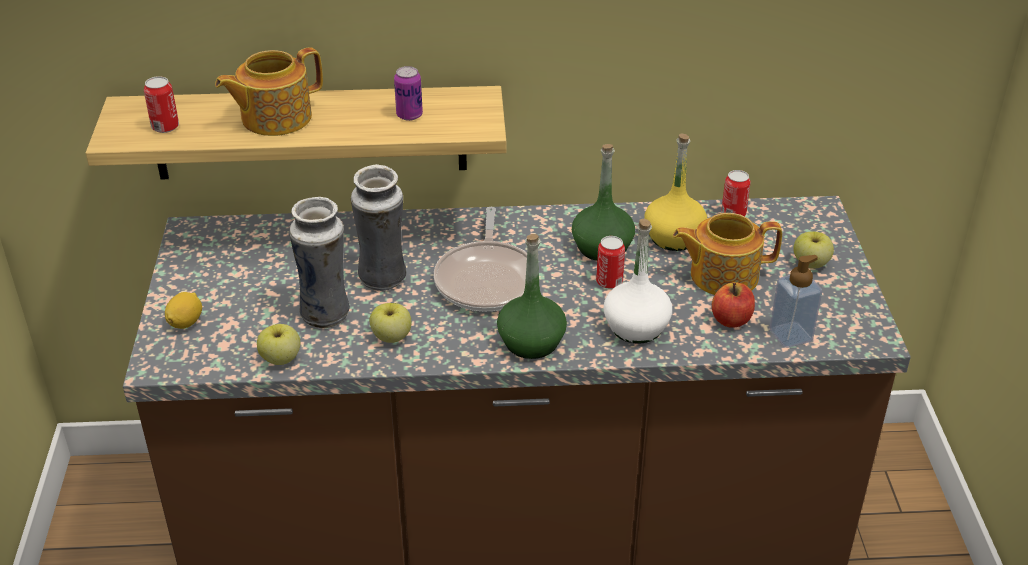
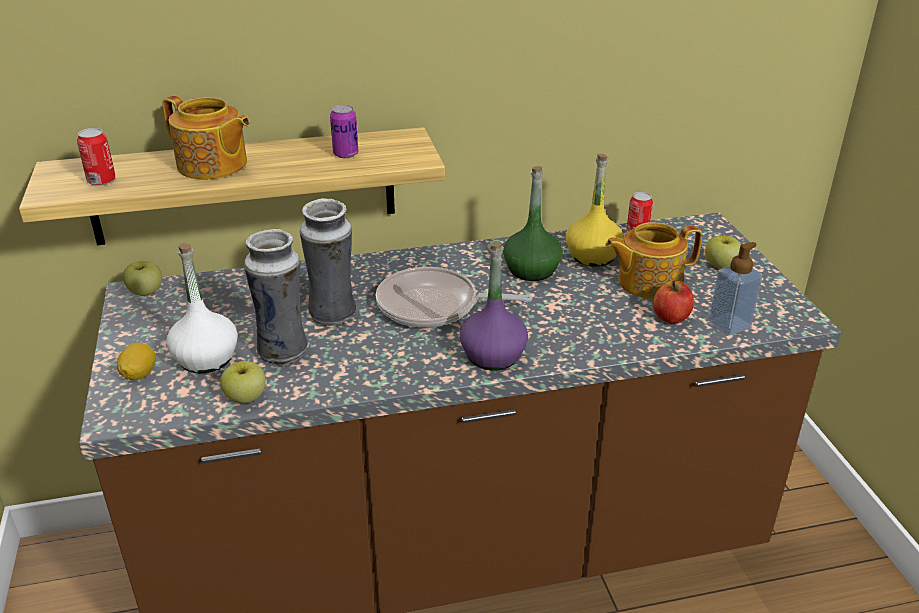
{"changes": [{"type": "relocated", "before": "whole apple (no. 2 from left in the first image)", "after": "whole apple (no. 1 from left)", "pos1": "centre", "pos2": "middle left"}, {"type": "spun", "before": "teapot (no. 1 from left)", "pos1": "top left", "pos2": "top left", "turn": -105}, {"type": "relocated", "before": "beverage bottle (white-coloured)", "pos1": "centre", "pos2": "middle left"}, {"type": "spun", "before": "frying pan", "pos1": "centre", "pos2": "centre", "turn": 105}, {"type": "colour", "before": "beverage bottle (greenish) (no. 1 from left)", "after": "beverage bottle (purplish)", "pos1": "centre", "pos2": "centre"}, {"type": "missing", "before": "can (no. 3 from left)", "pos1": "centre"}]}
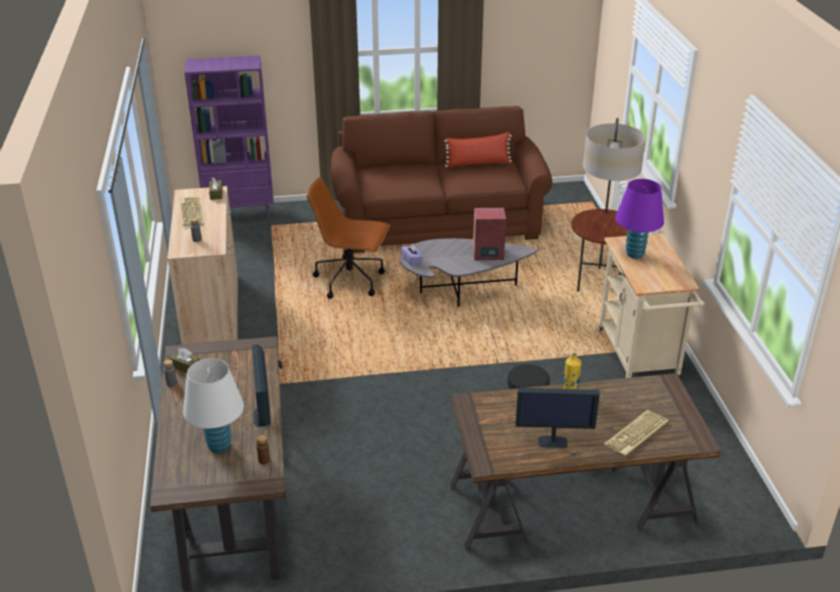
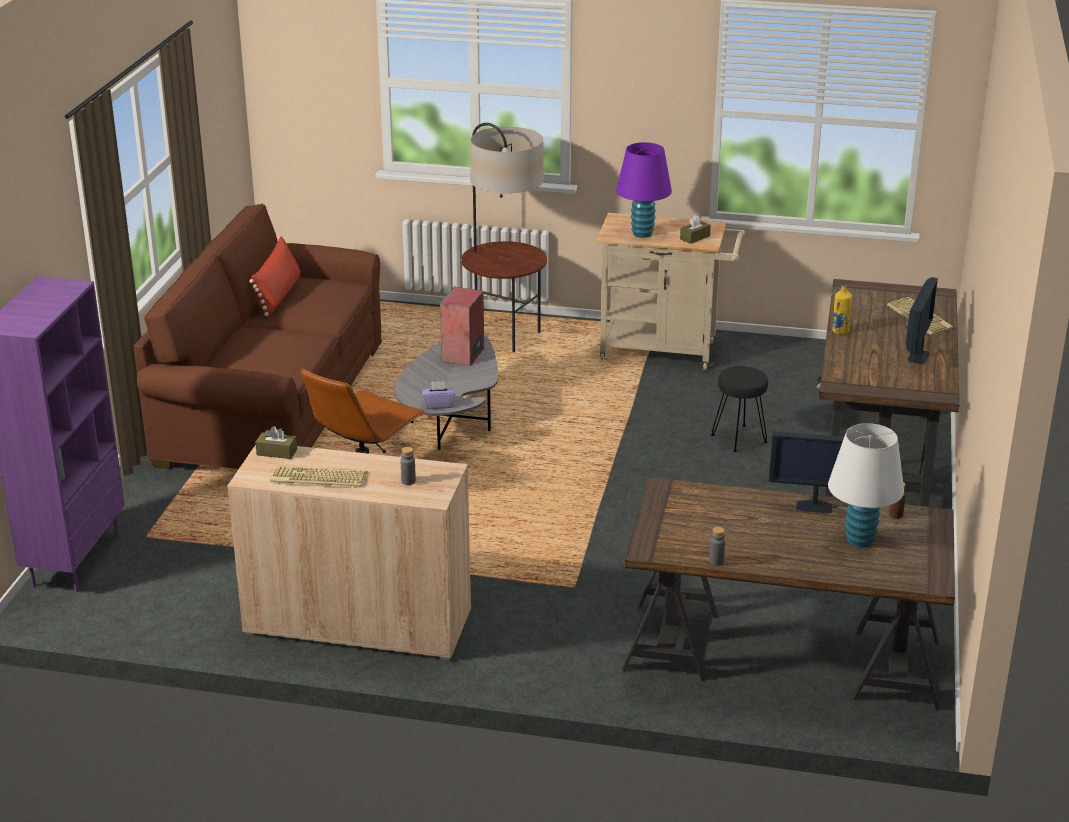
{"changes": [{"type": "relocated", "before": "tissue box (brown-coloured) (no. 1 from left in the first image)", "after": "tissue box (brown-coloured) (no. 2 from left)", "pos1": "middle left", "pos2": "top centre"}]}
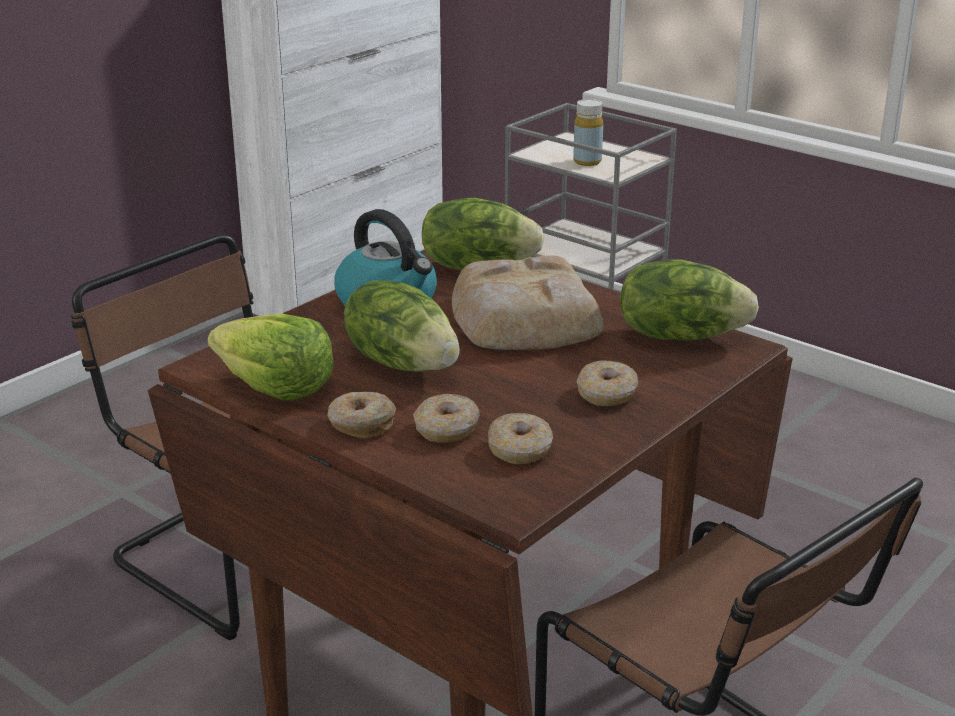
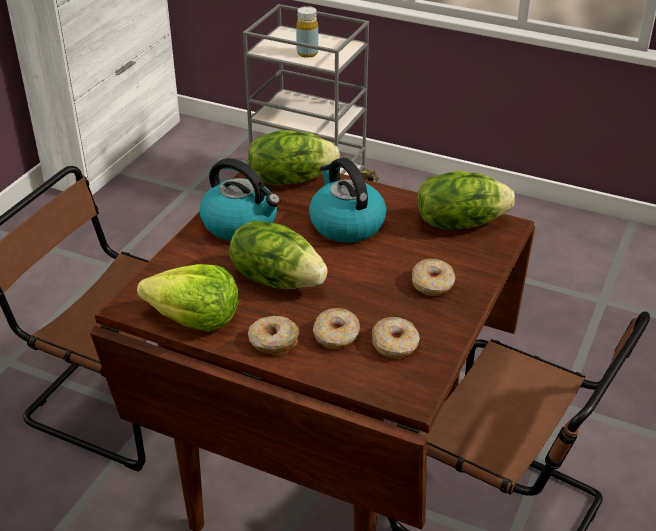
{"changes": [{"type": "exchanged", "before": "bread", "after": "kettle (no. 2 from left)", "pos1": "centre", "pos2": "centre"}]}
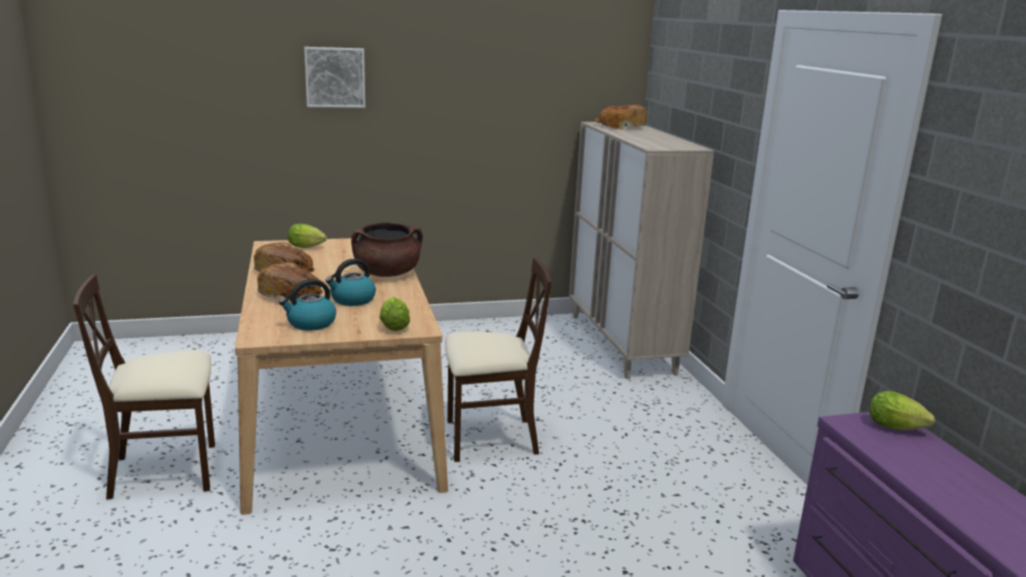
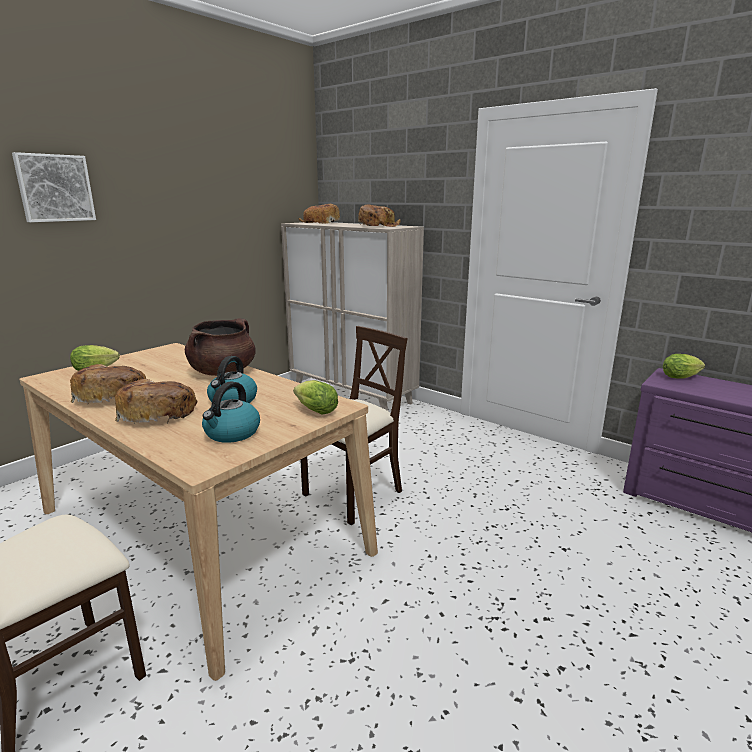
{"changes": [{"type": "appeared", "after": "bread (no. 4 from left)", "pos2": "top centre"}]}
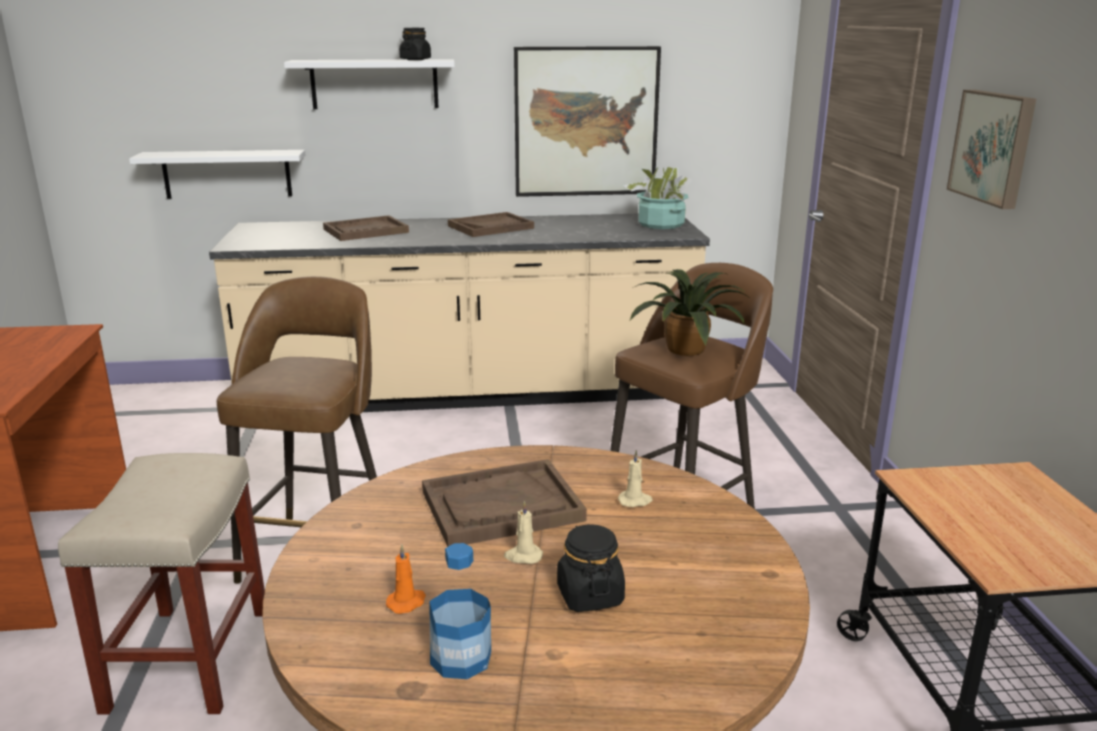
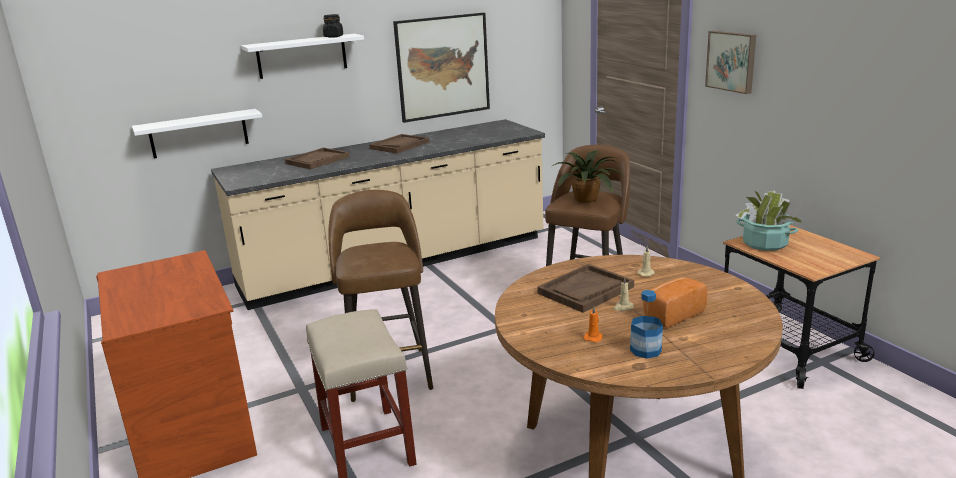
{"changes": [{"type": "exchanged", "before": "jar (blackish) (no. 2 from left)", "after": "bread", "pos1": "bottom centre", "pos2": "middle right"}, {"type": "relocated", "before": "plant in a pot (no. 1 from left in the first image)", "after": "plant in a pot (no. 2 from left)", "pos1": "top centre", "pos2": "middle right"}]}
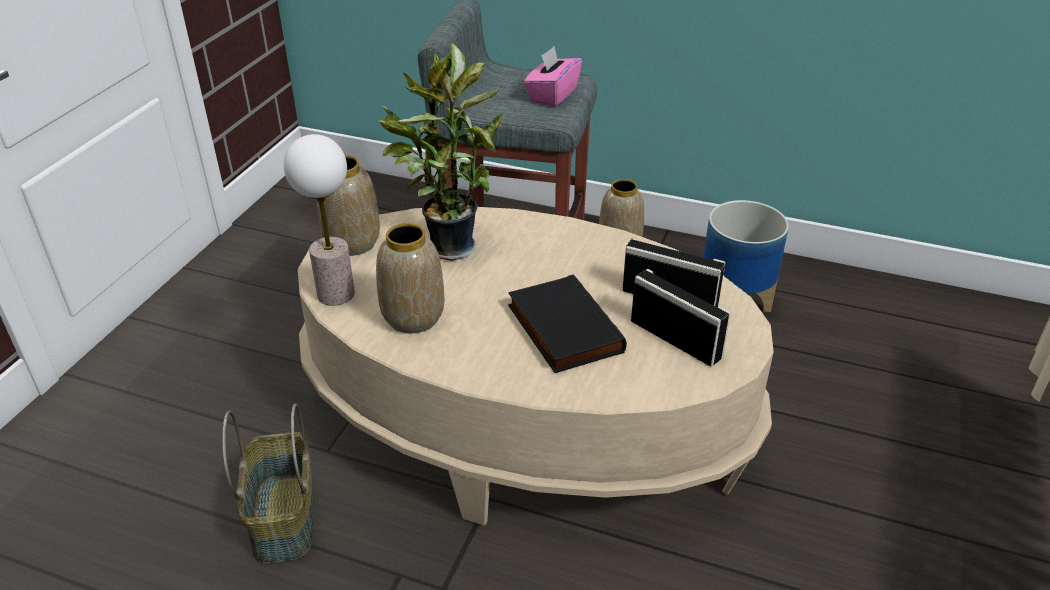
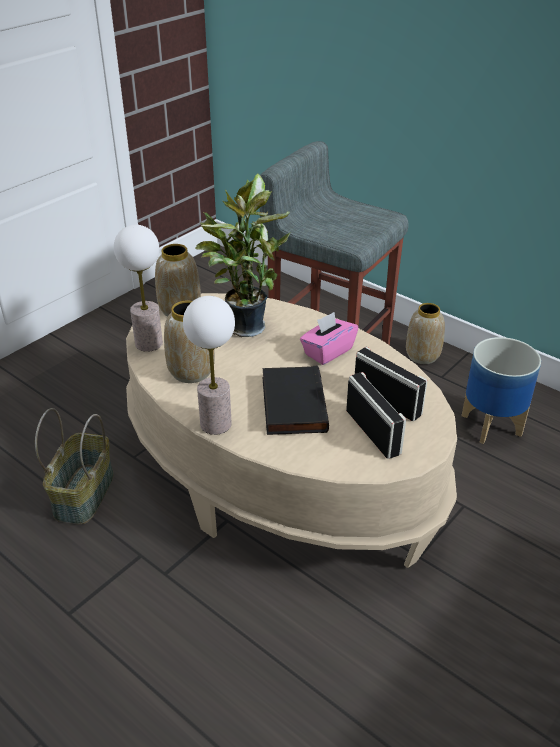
{"changes": [{"type": "appeared", "after": "table lamp (no. 2 from left)", "pos2": "centre"}, {"type": "relocated", "before": "tissue box (pink-coloured)", "pos1": "top centre", "pos2": "centre"}]}
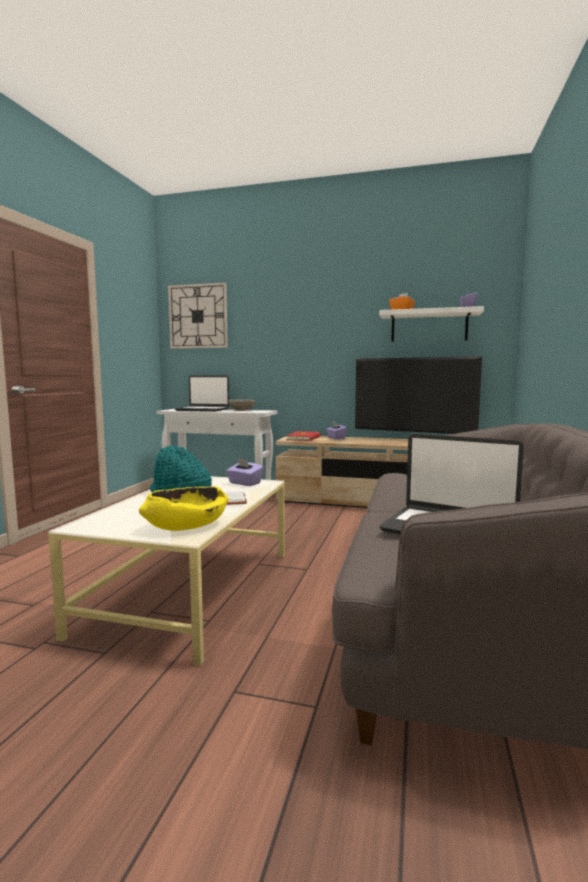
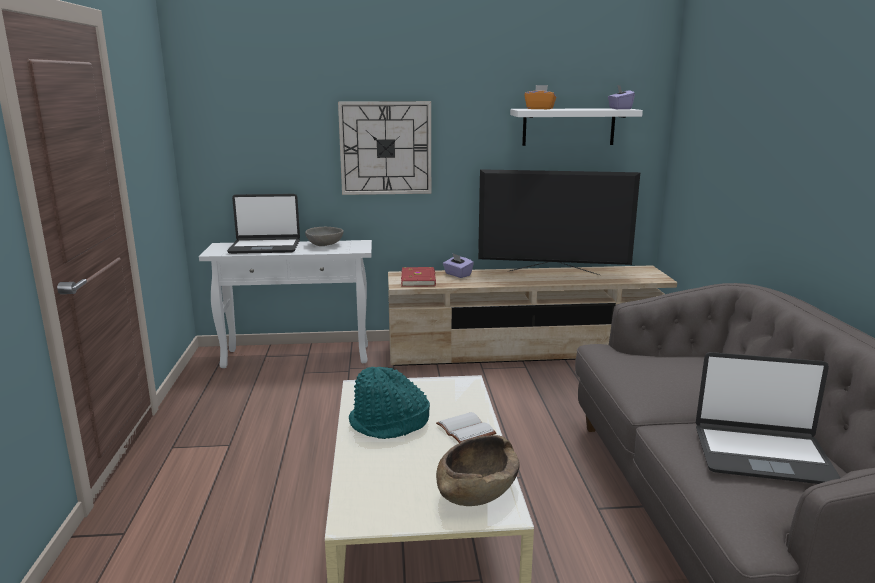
{"changes": [{"type": "relocated", "before": "clock on the wall", "pos1": "centre", "pos2": "top centre"}, {"type": "colour", "before": "bowl (yellow-coloured)", "after": "bowl (brown-coloured)", "pos1": "middle left", "pos2": "bottom centre"}, {"type": "missing", "before": "tissue box (purplish) (no. 1 from left)", "pos1": "centre"}]}
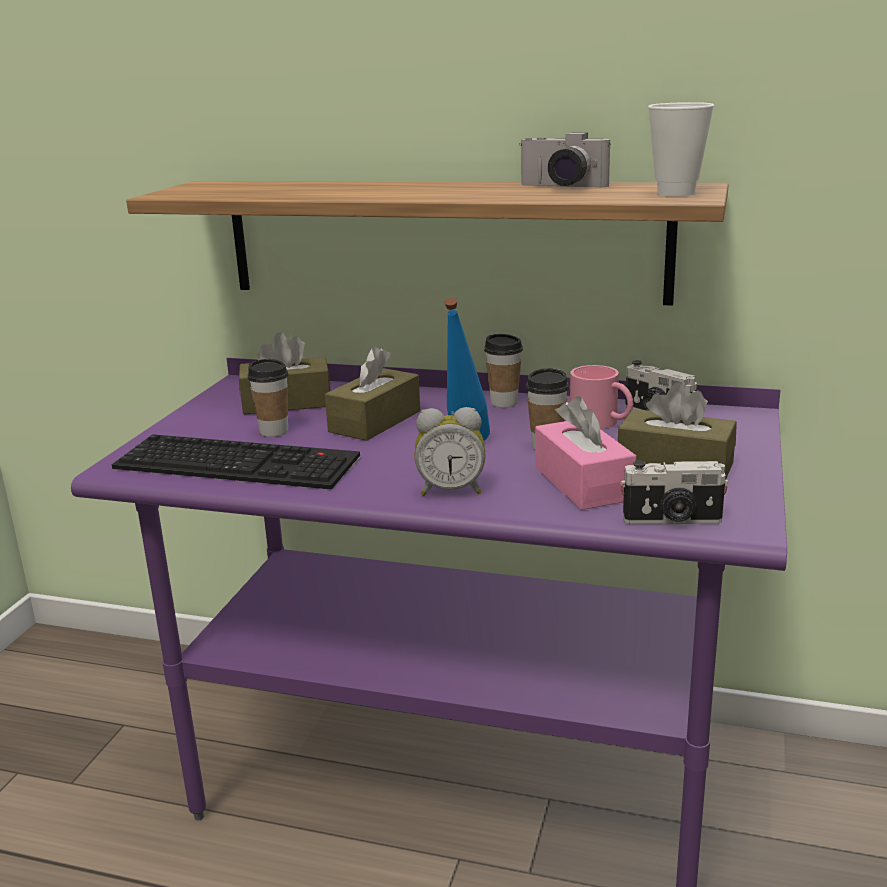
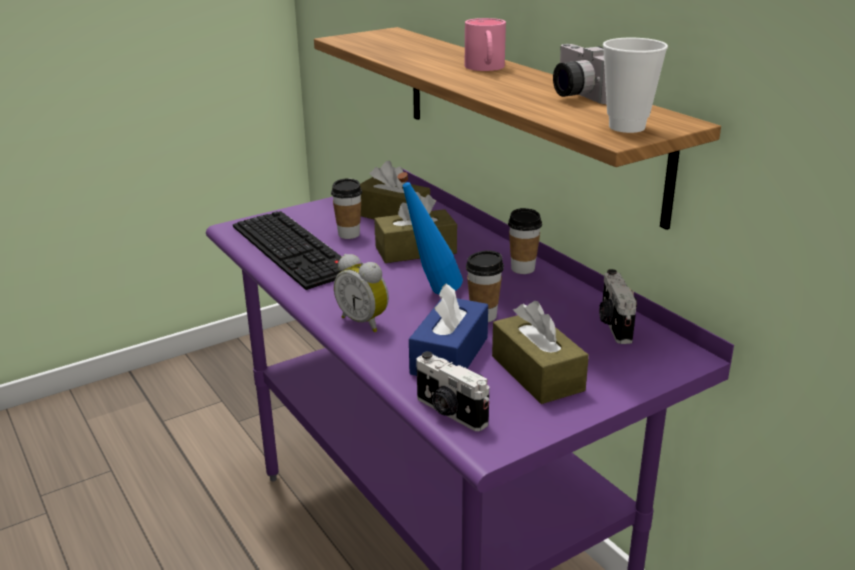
{"changes": [{"type": "colour", "before": "tissue box (pink-coloured)", "after": "tissue box (blue-coloured)", "pos1": "centre", "pos2": "centre"}, {"type": "relocated", "before": "tea mug (pink-coloured)", "pos1": "middle right", "pos2": "top centre"}]}
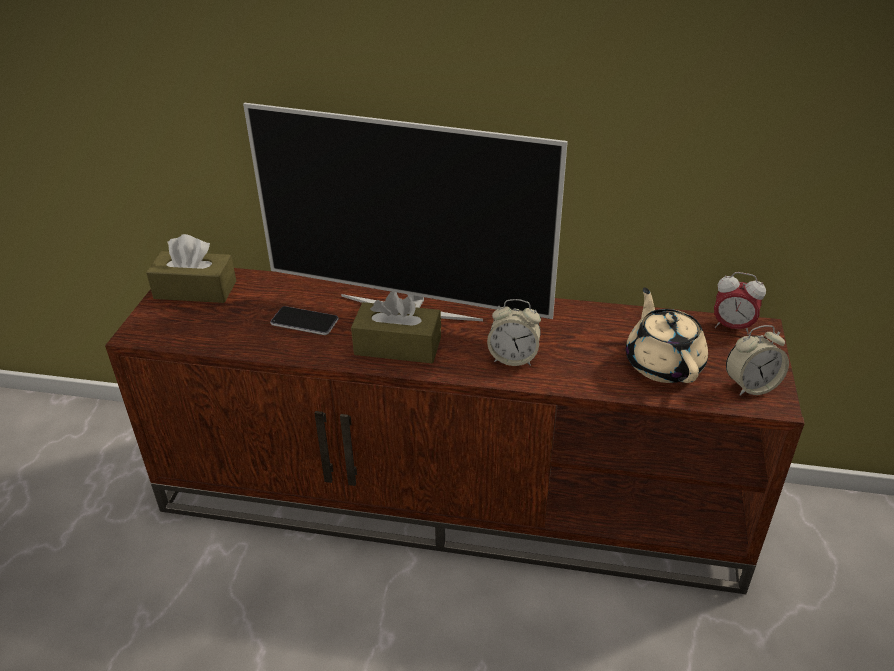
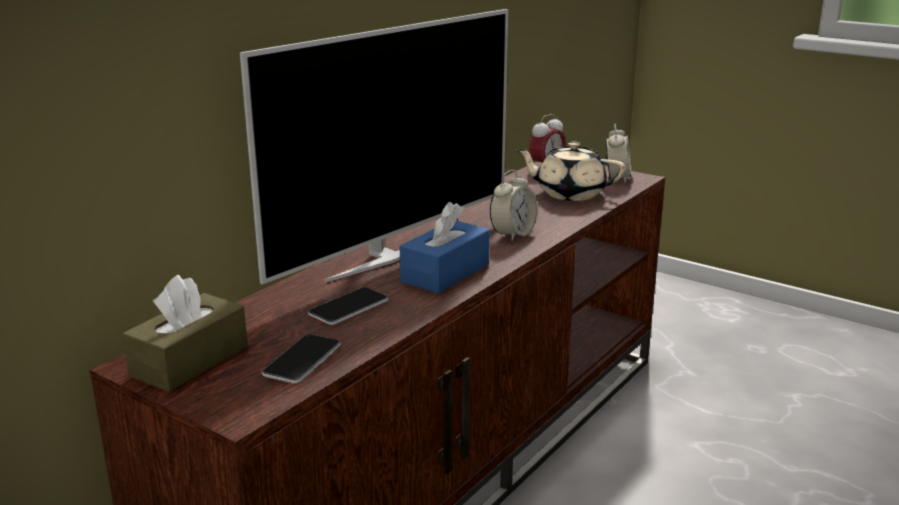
{"changes": [{"type": "appeared", "after": "telephone (no. 1 from left)", "pos2": "bottom centre"}, {"type": "colour", "before": "tissue box (brown-coloured) (no. 2 from left)", "after": "tissue box (blue-coloured)", "pos1": "centre", "pos2": "centre"}]}
